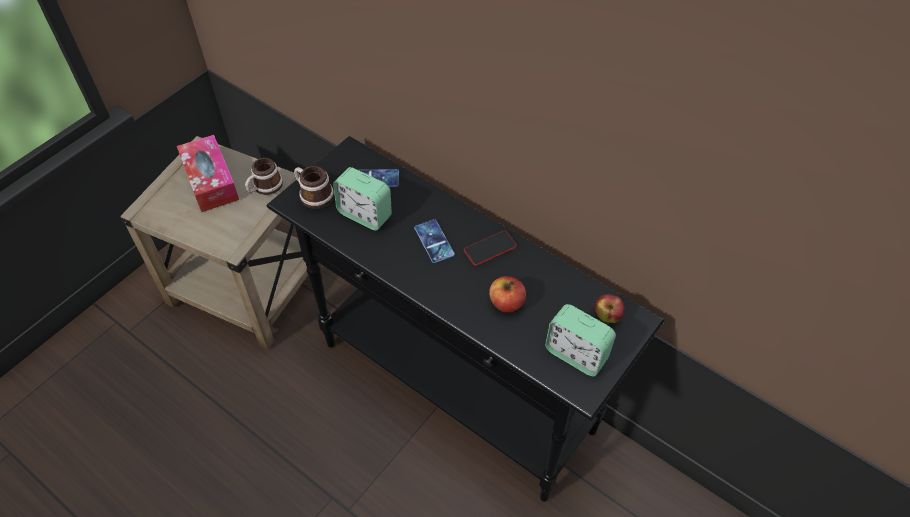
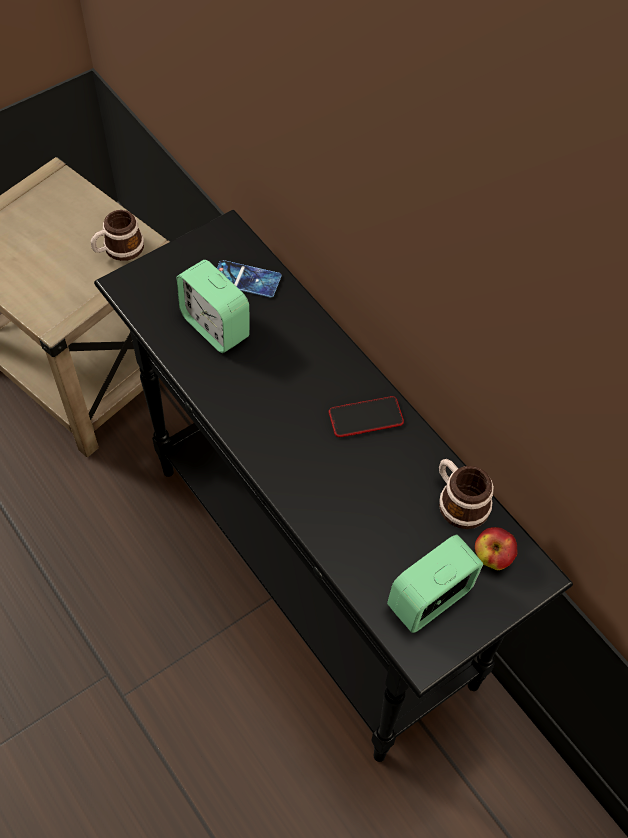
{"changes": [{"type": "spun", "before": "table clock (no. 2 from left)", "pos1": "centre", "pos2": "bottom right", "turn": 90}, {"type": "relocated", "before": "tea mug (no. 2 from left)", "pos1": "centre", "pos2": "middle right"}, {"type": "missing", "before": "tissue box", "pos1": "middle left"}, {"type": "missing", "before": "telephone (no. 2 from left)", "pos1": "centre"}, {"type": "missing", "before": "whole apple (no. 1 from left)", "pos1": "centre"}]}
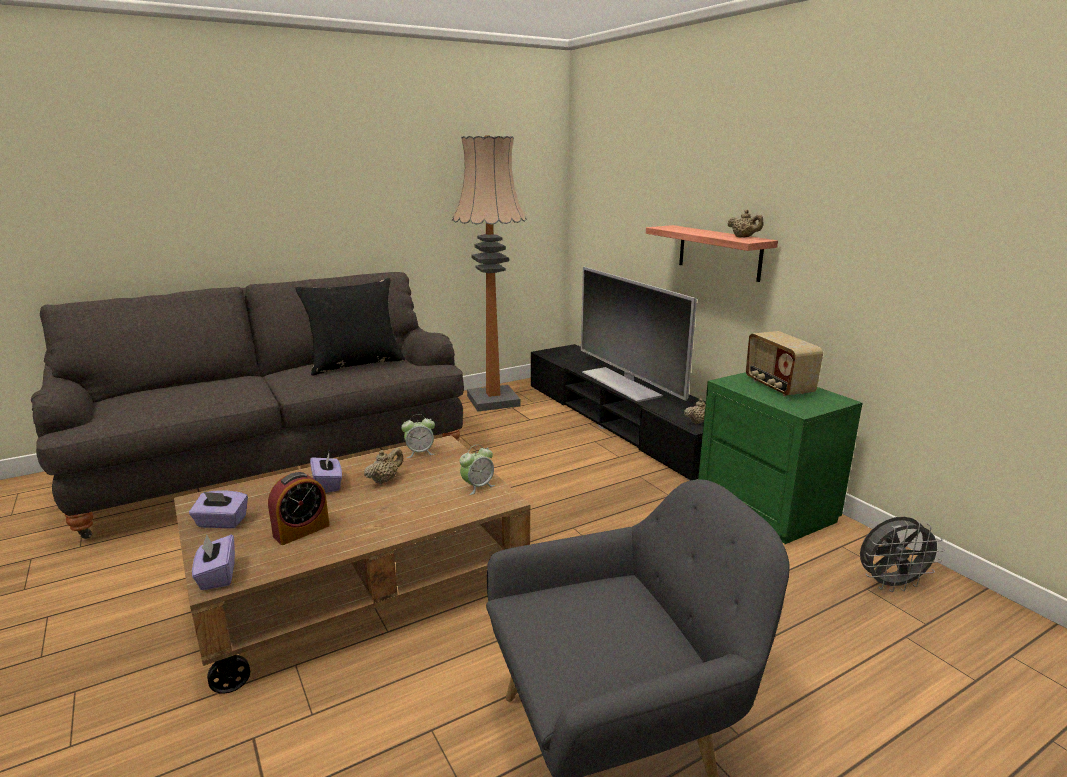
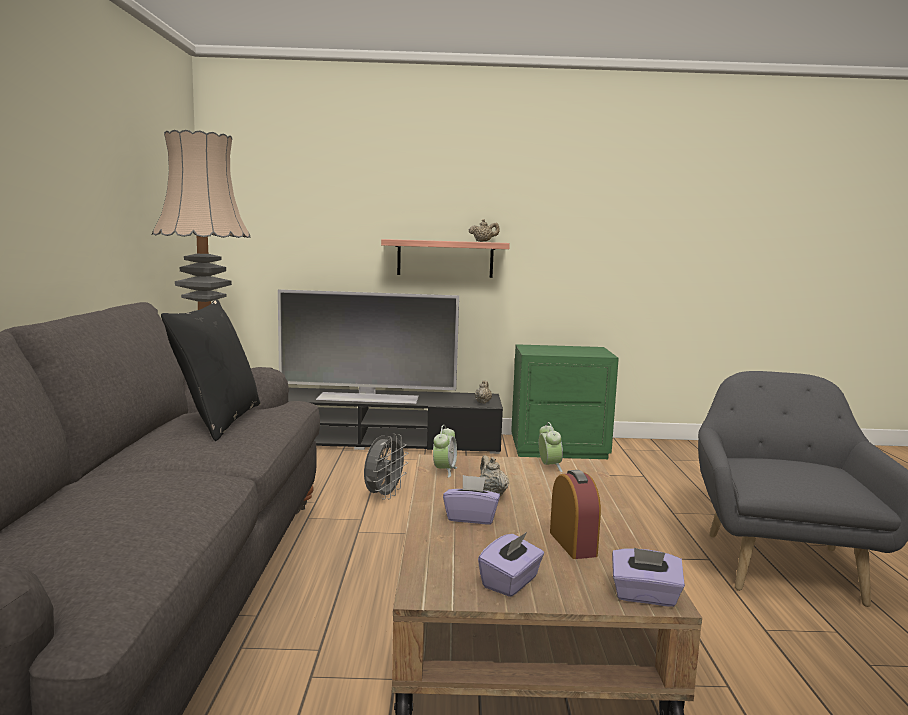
{"changes": [{"type": "relocated", "before": "fan (greyish)", "pos1": "bottom right", "pos2": "centre"}, {"type": "missing", "before": "radio", "pos1": "middle right"}]}
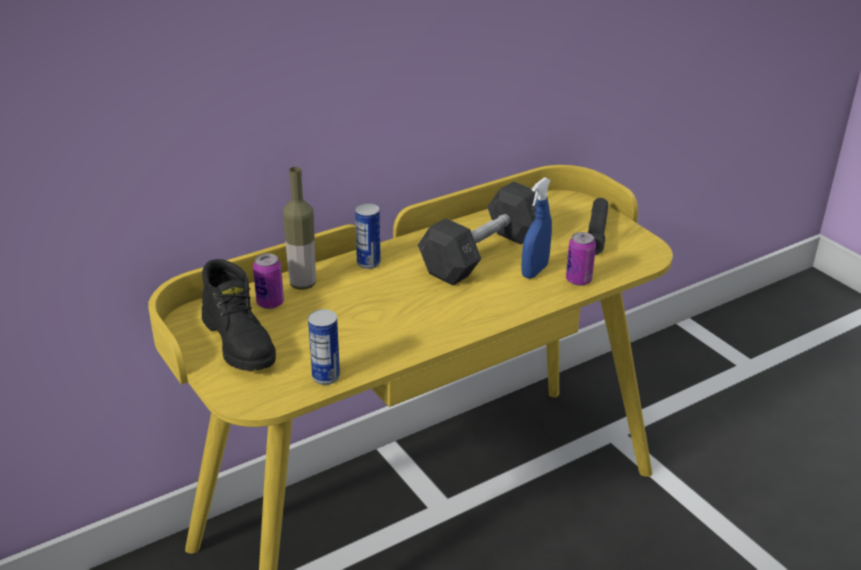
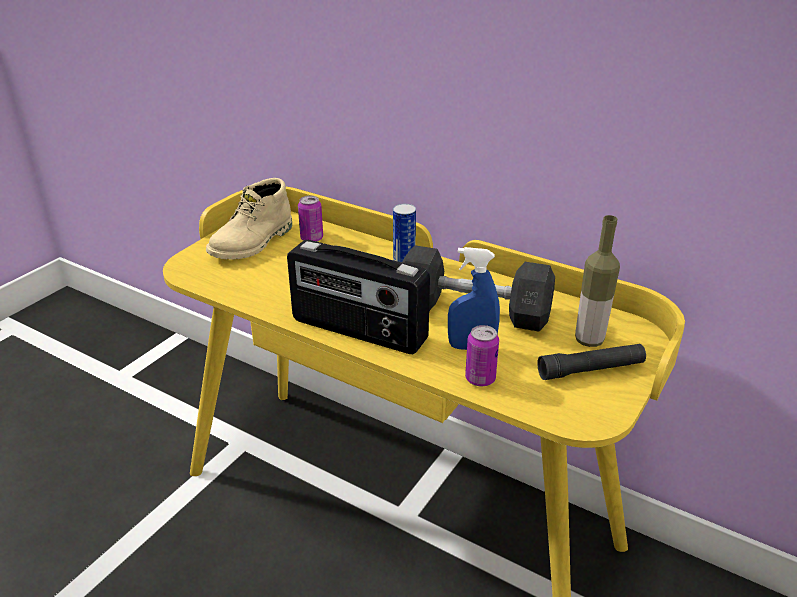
{"changes": [{"type": "colour", "before": "boot (blackish)", "after": "boot (sand-coloured)", "pos1": "middle left", "pos2": "middle left"}, {"type": "appeared", "after": "radio", "pos2": "centre"}, {"type": "relocated", "before": "beverage bottle", "pos1": "centre", "pos2": "middle right"}, {"type": "missing", "before": "can (no. 2 from left)", "pos1": "centre"}]}
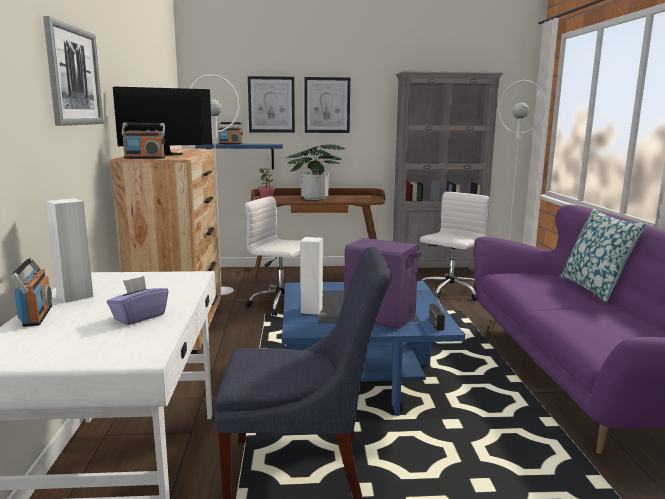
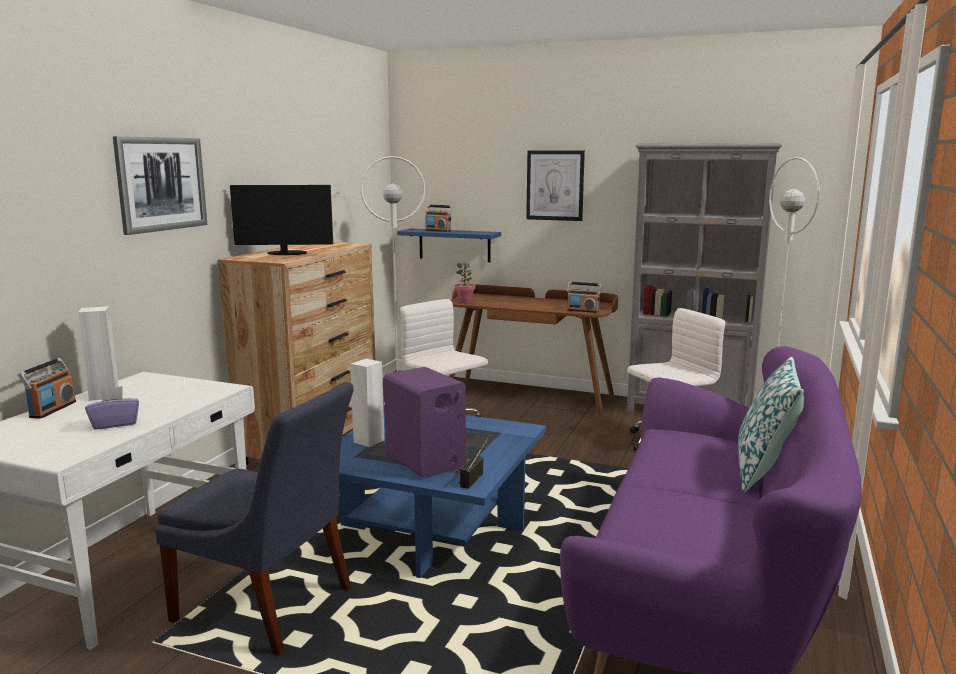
{"changes": [{"type": "relocated", "before": "radio (no. 2 from left in the first image)", "after": "radio (no. 4 from left)", "pos1": "top left", "pos2": "centre"}, {"type": "missing", "before": "picture (no. 2 from left)", "pos1": "top centre"}, {"type": "missing", "before": "plant in a pot (no. 2 from left)", "pos1": "centre"}]}
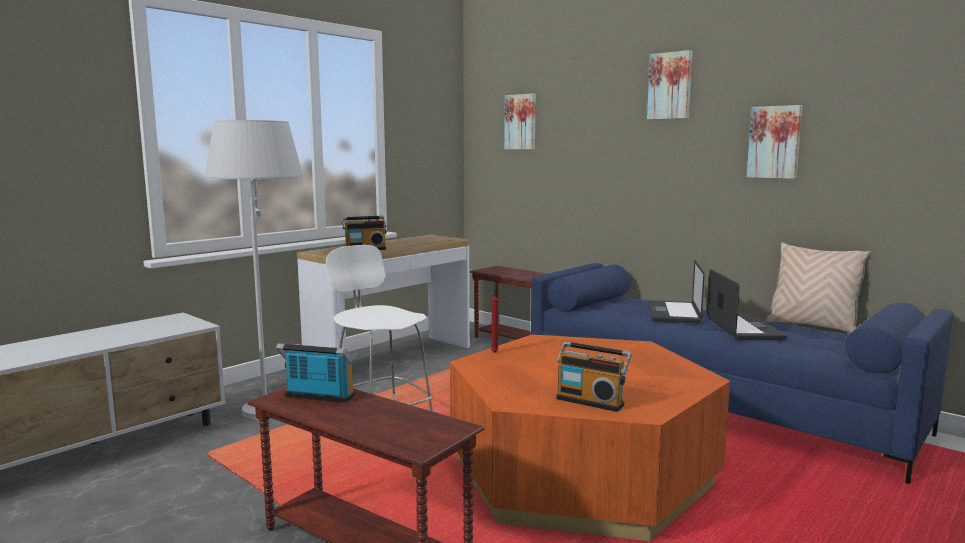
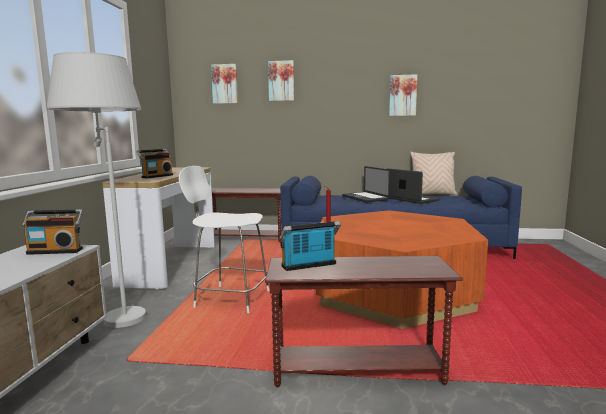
{"changes": [{"type": "relocated", "before": "radio (no. 3 from left in the first image)", "after": "radio (no. 1 from left)", "pos1": "bottom centre", "pos2": "middle left"}, {"type": "relocated", "before": "picture (no. 2 from left)", "pos1": "top right", "pos2": "top centre"}]}
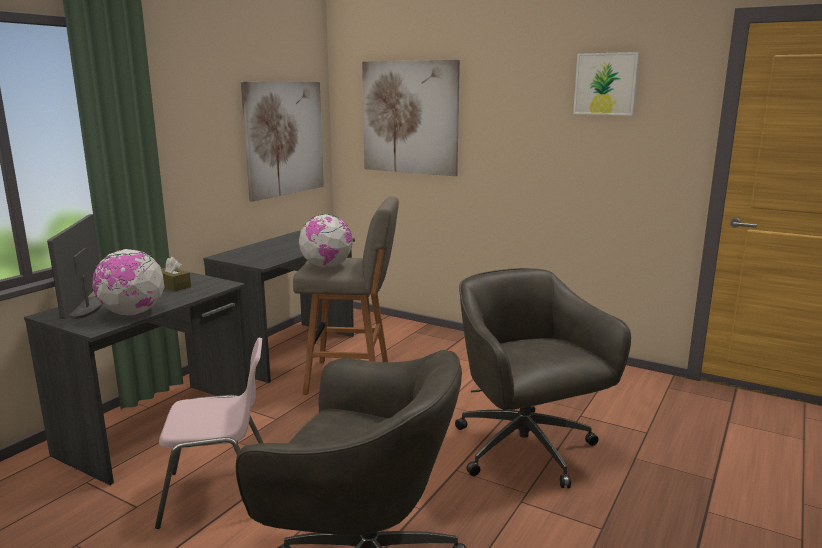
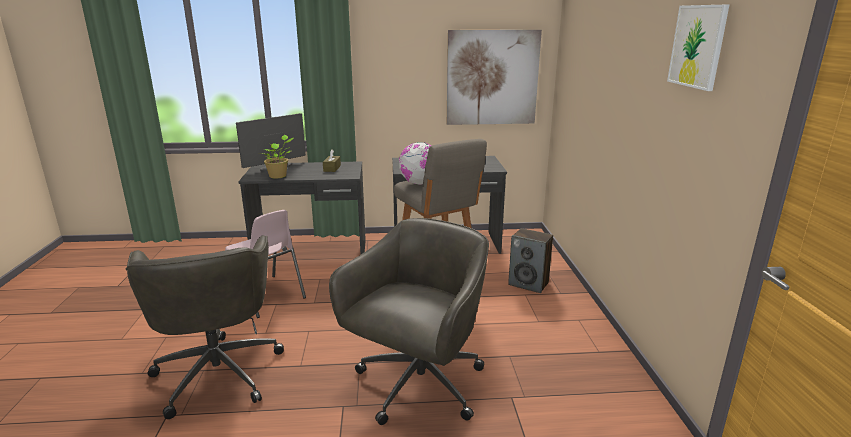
{"changes": [{"type": "exchanged", "before": "desk globe (no. 1 from left)", "after": "plant in a pot", "pos1": "middle left", "pos2": "middle left"}, {"type": "appeared", "after": "audio speaker", "pos2": "centre"}, {"type": "missing", "before": "picture (no. 2 from left)", "pos1": "top centre"}]}
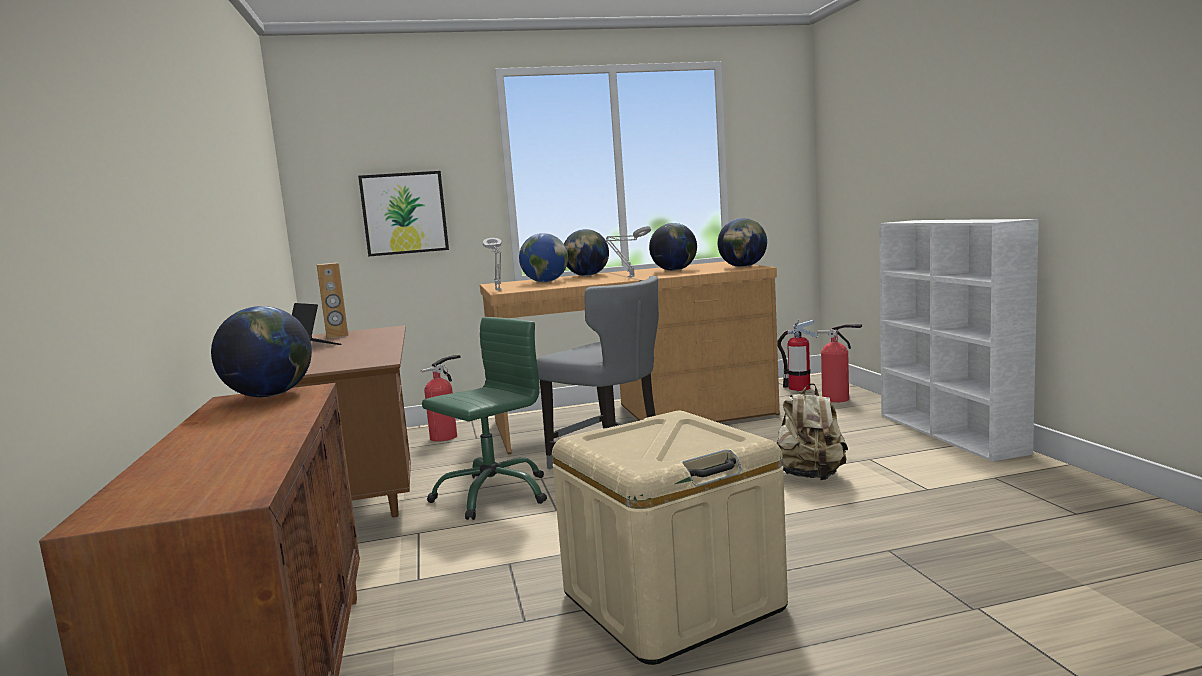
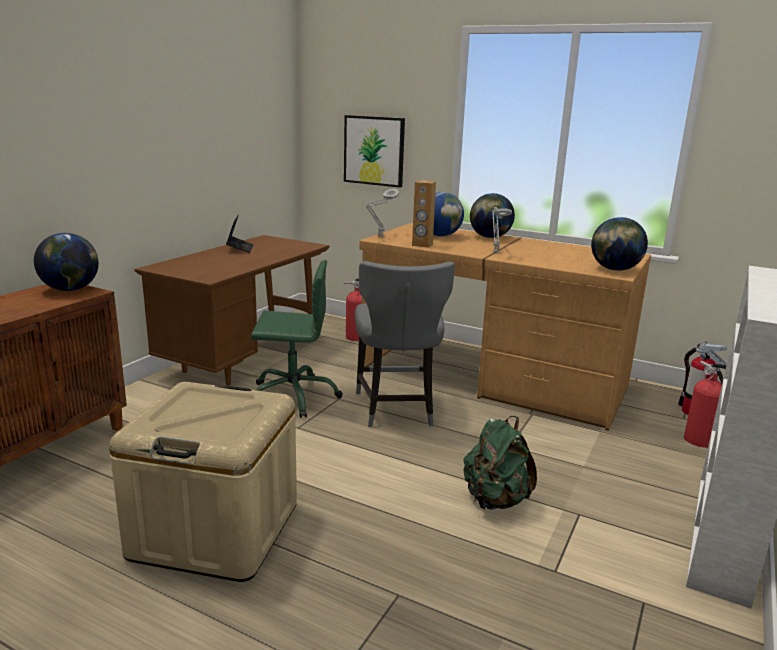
{"changes": [{"type": "relocated", "before": "audio speaker (brown-coloured)", "pos1": "middle left", "pos2": "top centre"}, {"type": "colour", "before": "knapsack (sand-coloured)", "after": "knapsack (greenish)", "pos1": "middle right", "pos2": "bottom centre"}, {"type": "missing", "before": "desk globe (no. 4 from left)", "pos1": "centre"}]}
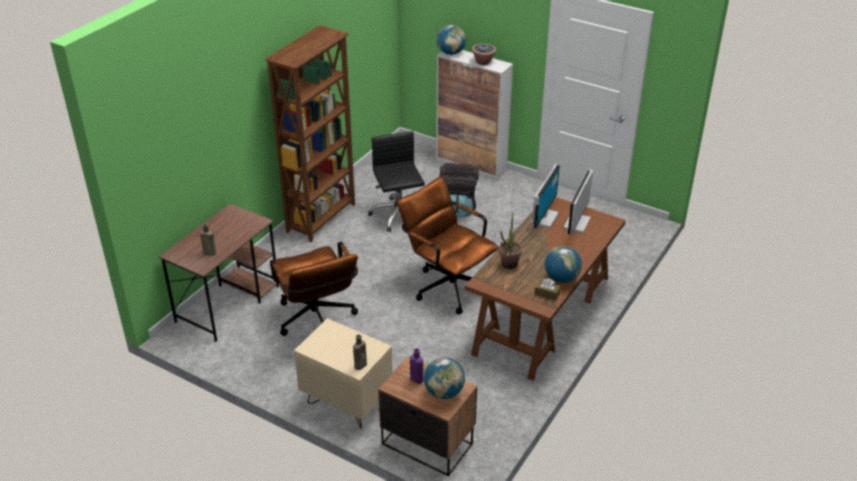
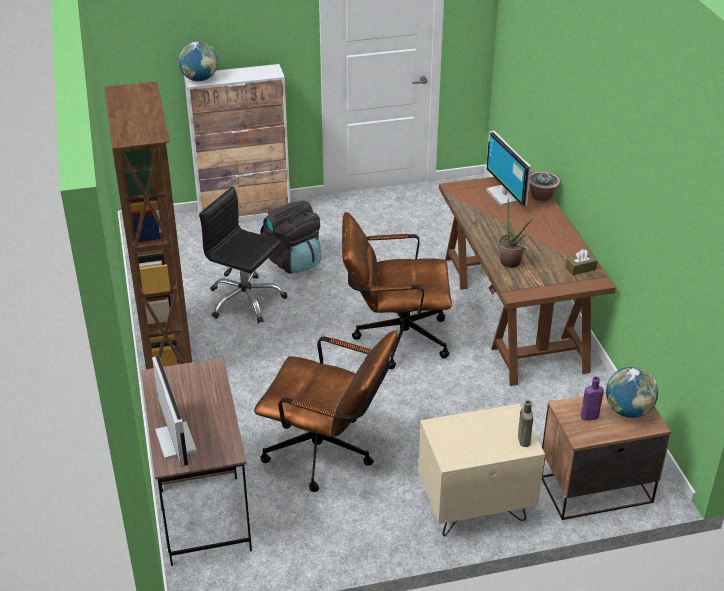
{"changes": [{"type": "relocated", "before": "monitor (no. 1 from left)", "pos1": "centre", "pos2": "bottom left"}, {"type": "relocated", "before": "plant in a pot (no. 1 from left in the first image)", "after": "plant in a pot (no. 2 from left)", "pos1": "top centre", "pos2": "top right"}, {"type": "missing", "before": "beverage bottle (brown-coloured) (no. 1 from left)", "pos1": "middle left"}, {"type": "missing", "before": "desk globe (no. 3 from left)", "pos1": "centre"}]}
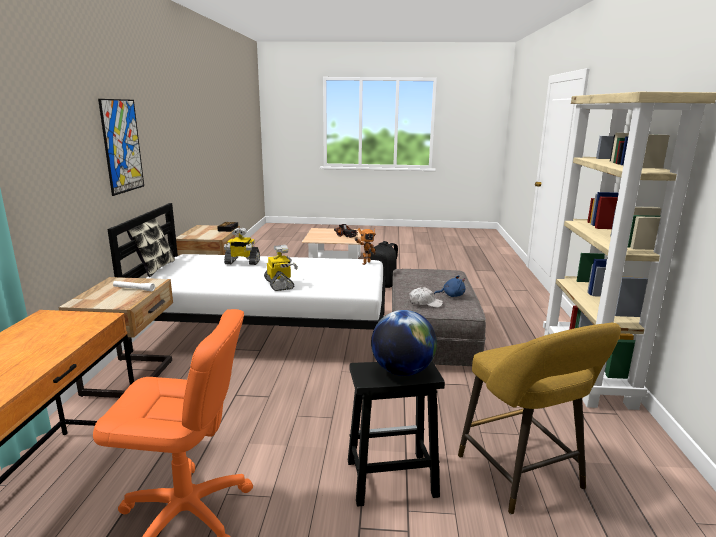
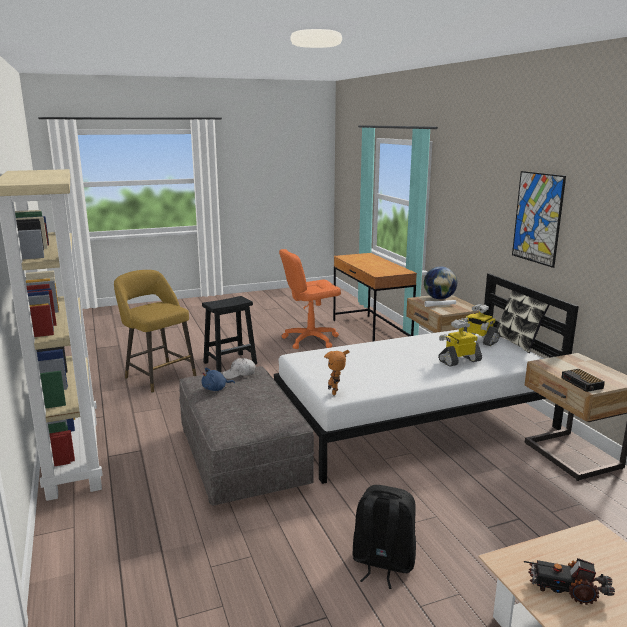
{"changes": [{"type": "relocated", "before": "desk globe", "pos1": "centre", "pos2": "middle right"}, {"type": "relocated", "before": "robot figure (no. 2 from left in the first image)", "after": "robot figure (no. 3 from left)", "pos1": "centre", "pos2": "middle right"}]}
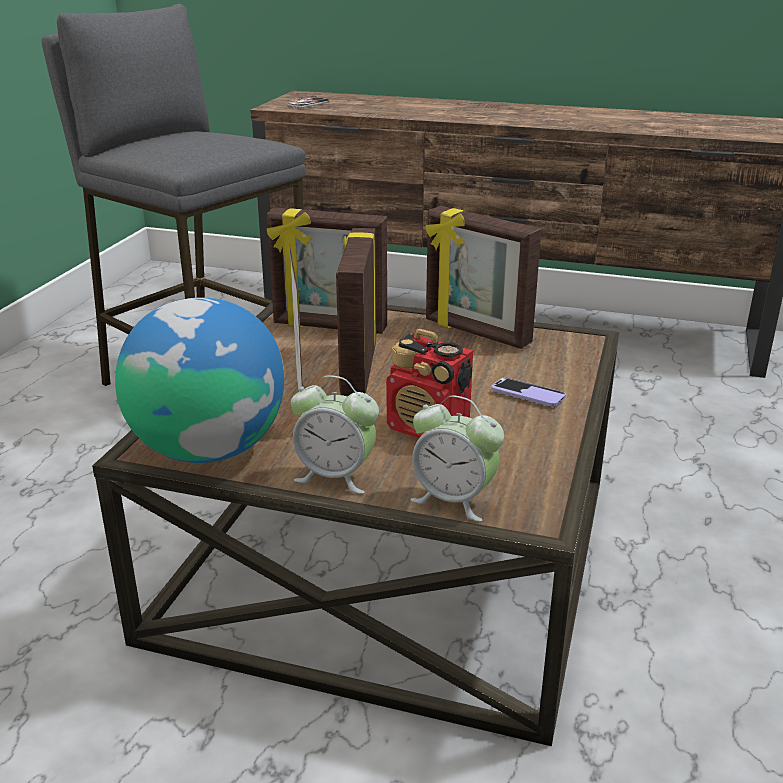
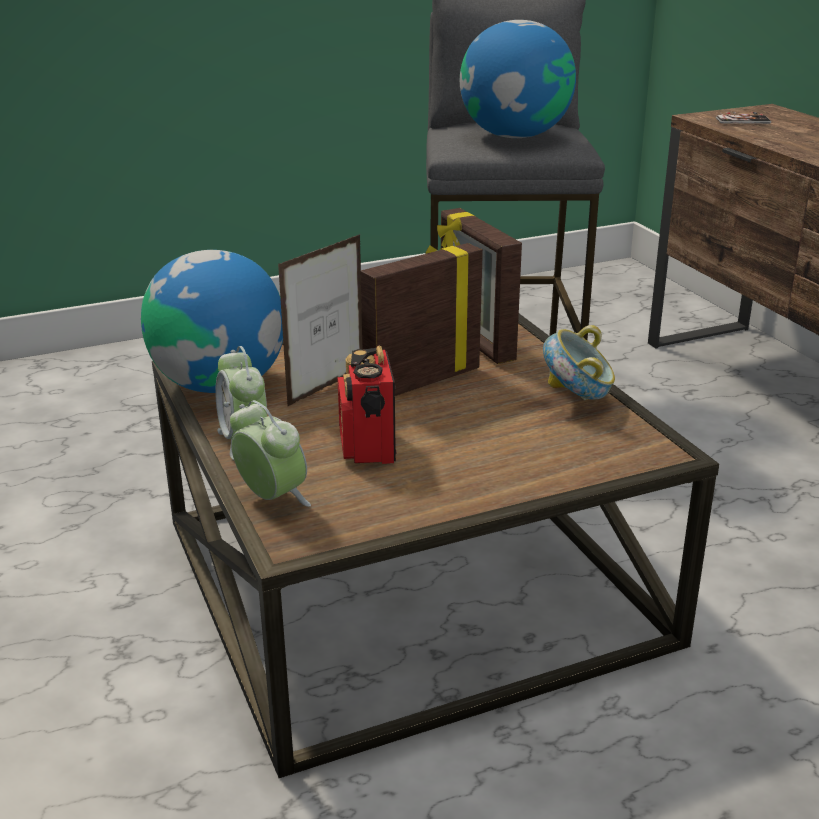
{"changes": [{"type": "spun", "before": "table clock (no. 2 from left)", "pos1": "centre", "pos2": "middle left", "turn": 150}, {"type": "appeared", "after": "desk globe (no. 2 from left)", "pos2": "top centre"}, {"type": "exchanged", "before": "picture frame (no. 4 from left)", "after": "bowl", "pos1": "centre", "pos2": "middle right"}, {"type": "missing", "before": "telephone (no. 2 from left)", "pos1": "middle right"}]}
